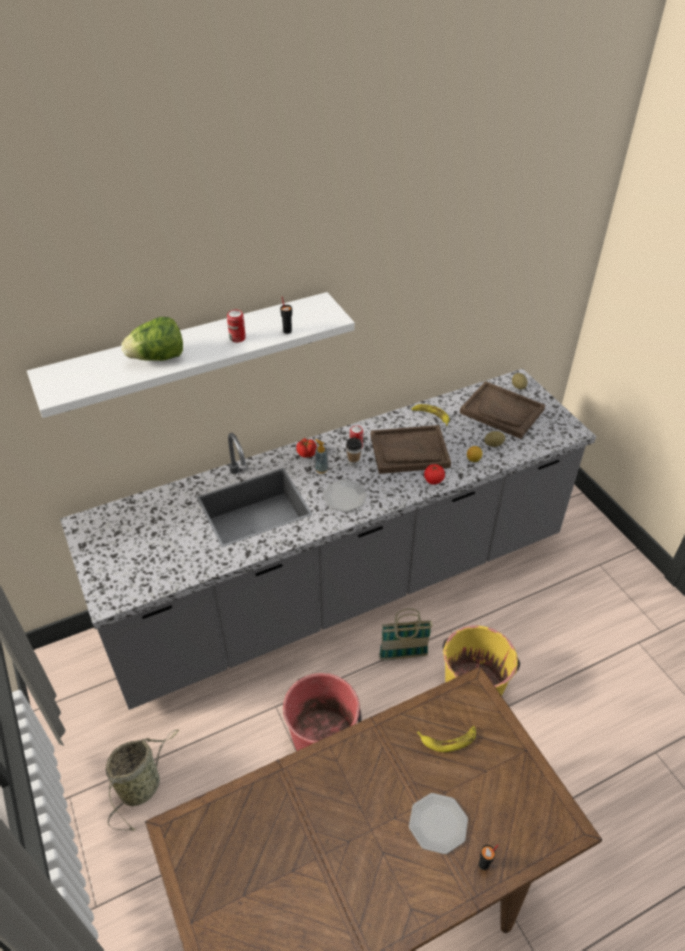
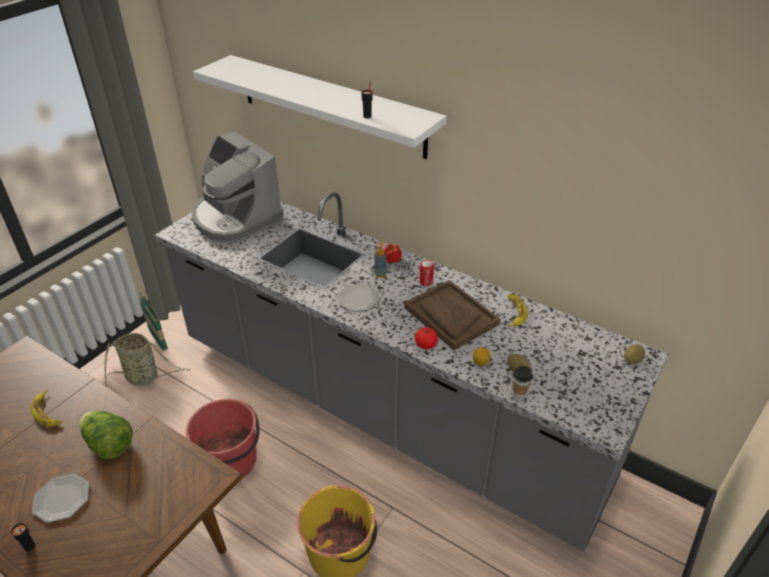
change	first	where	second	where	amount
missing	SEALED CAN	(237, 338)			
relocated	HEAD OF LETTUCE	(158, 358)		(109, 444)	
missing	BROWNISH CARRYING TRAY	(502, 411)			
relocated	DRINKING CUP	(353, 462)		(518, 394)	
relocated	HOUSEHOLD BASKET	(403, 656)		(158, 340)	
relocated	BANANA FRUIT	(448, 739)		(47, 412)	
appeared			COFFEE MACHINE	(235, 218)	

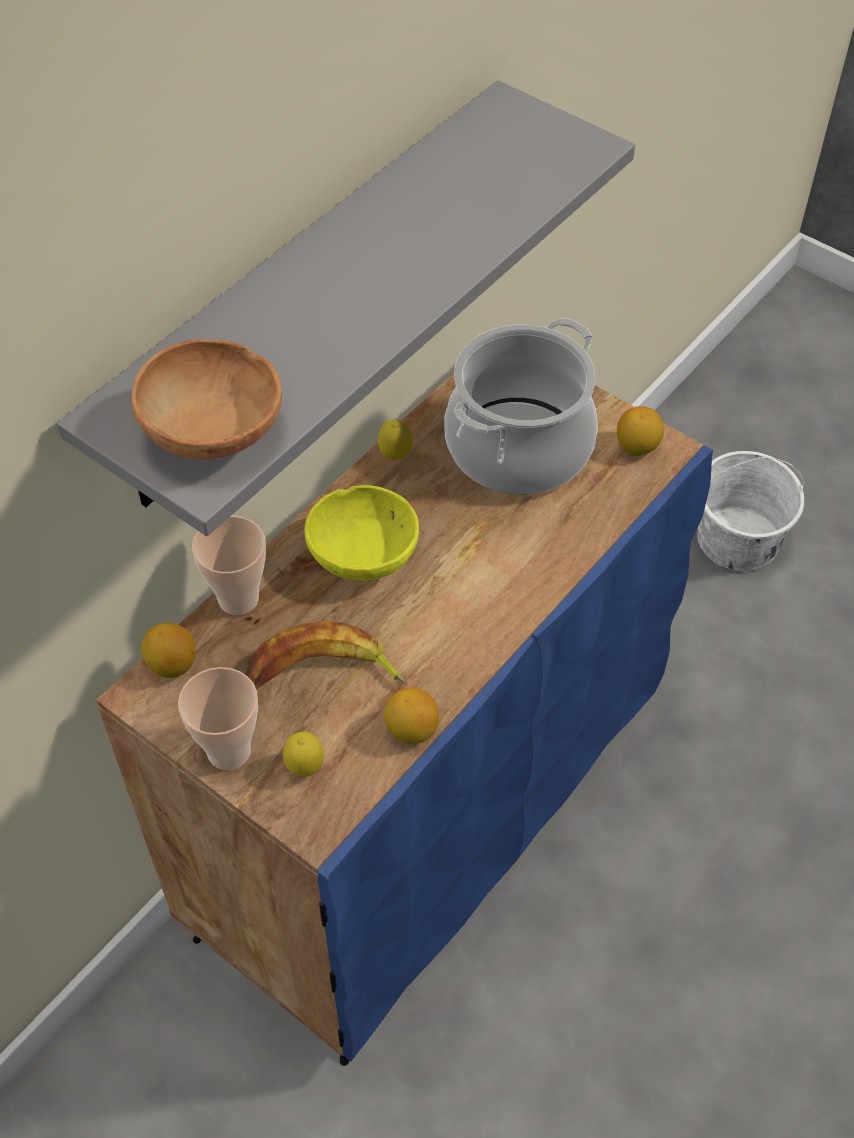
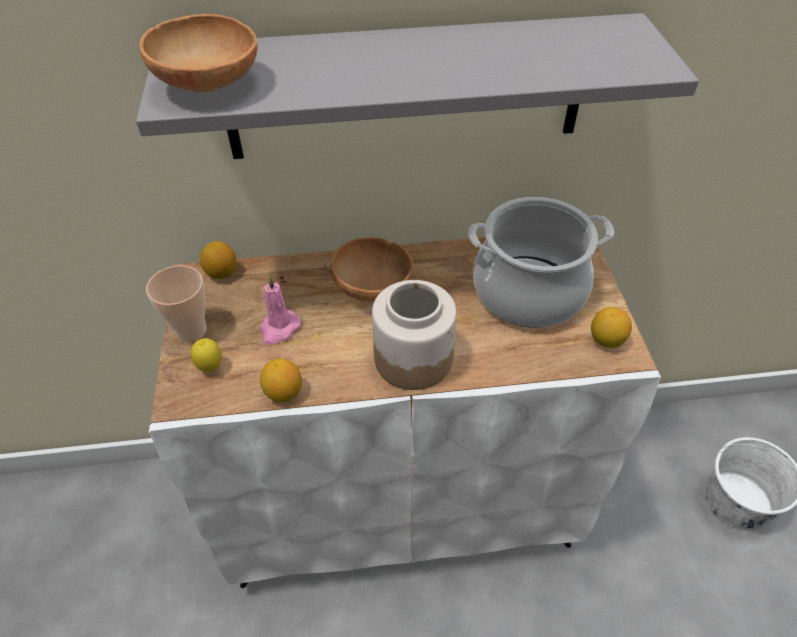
change	first	where	second	where	amount
colour	BLUE CUPBOARD	(426, 817)	WHITISH CUPBOARD	(402, 503)	
missing	LEMON	(395, 456)			
colour	YELLOWISH DEEP DISH	(365, 555)	BROWNISH DEEP DISH	(374, 288)	
missing	DRINKING CUP	(238, 599)			
exchanged	BANANA FRUIT	(322, 673)	PINKISH WAX CANDLE	(279, 329)	
appeared			PRESERVE JAR	(413, 358)	

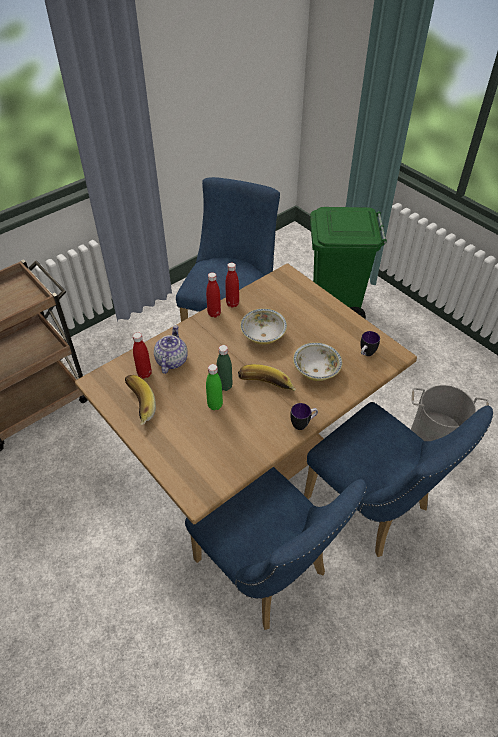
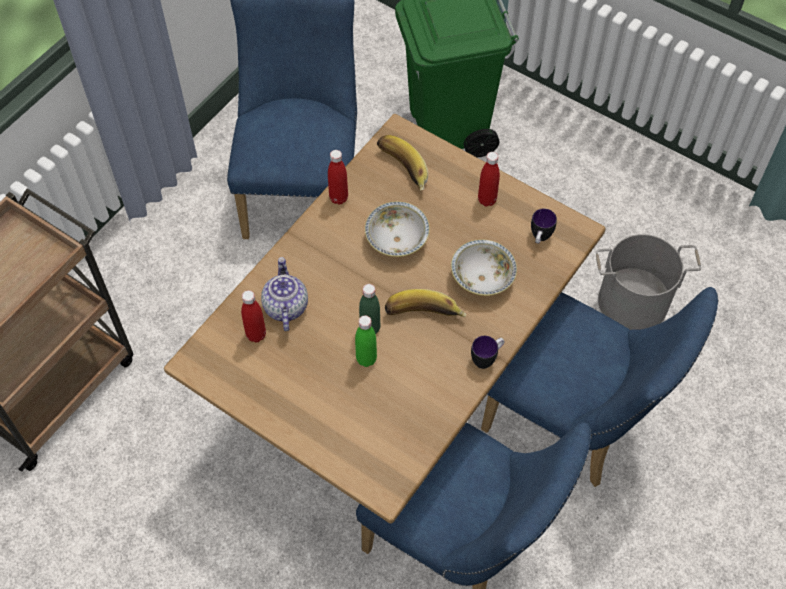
change	first	where	second	where	amount
relocated	RED BOTTLE	(214, 313)		(487, 200)	
relocated	BANANA FRUIT	(137, 405)		(401, 171)	

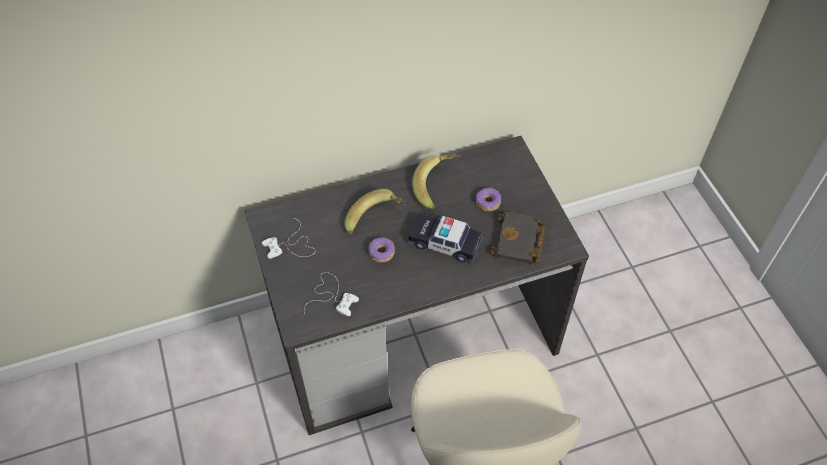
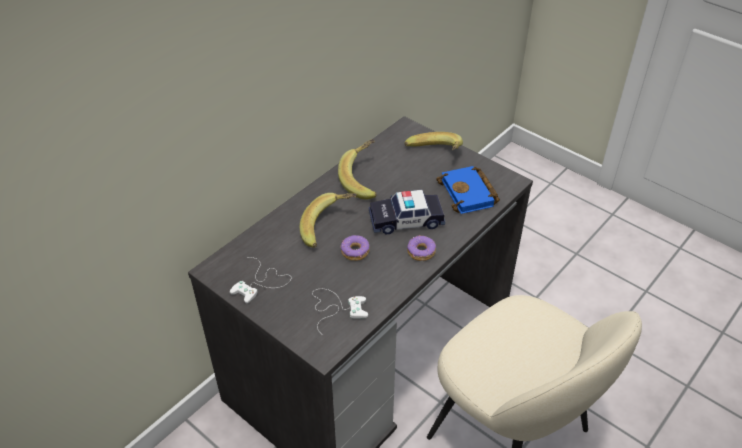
change	first	where	second	where	amount
relocated	RING DOUGHNUT	(487, 202)		(421, 252)	
colour	BLACKISH BOOK	(519, 243)	BLUE BOOK	(469, 194)	
appeared			BANANA FRUIT	(434, 155)	

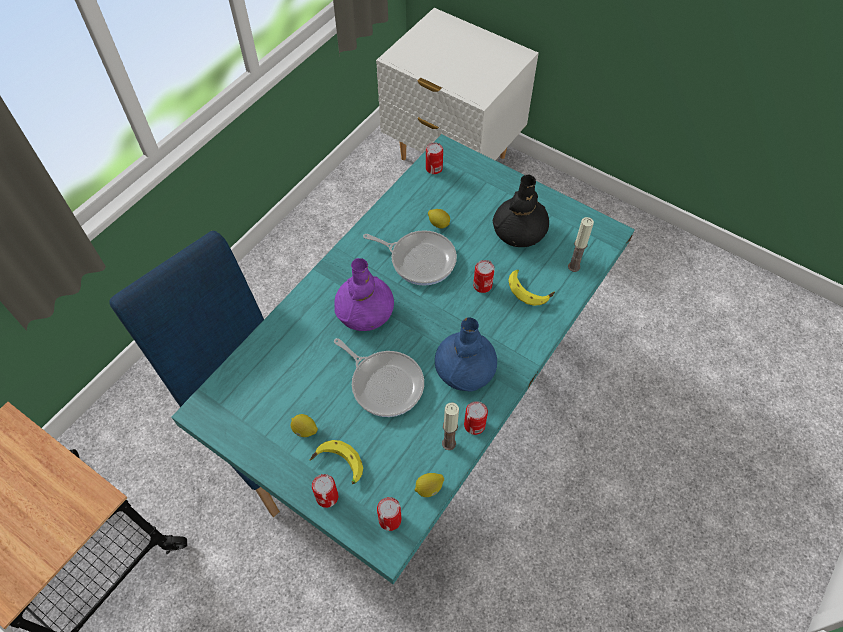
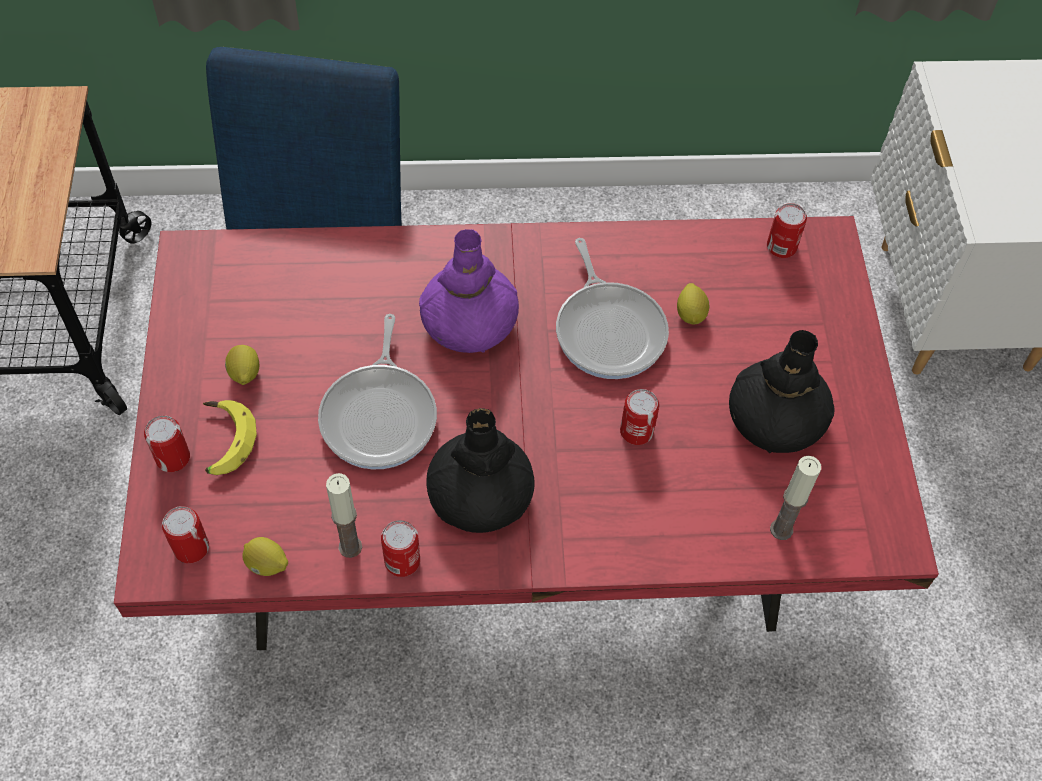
change	first	where	second	where	amount
colour	TURQUOISE KITCHEN TABLE	(421, 402)	RED KITCHEN TABLE	(517, 539)	
missing	BANANA FRUIT	(529, 289)			
colour	BLUE DECORATIVE VASE	(464, 369)	BLACKISH DECORATIVE VASE	(480, 494)	

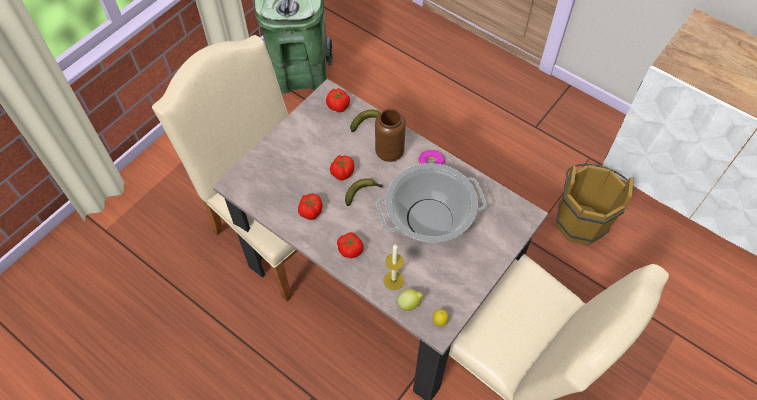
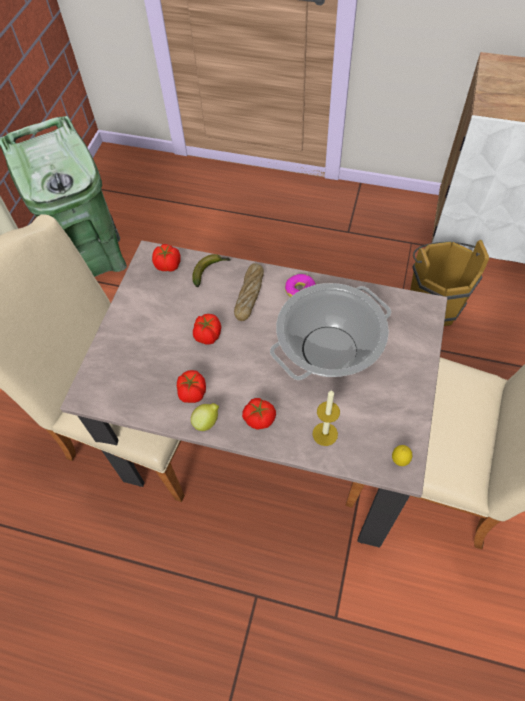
change	first	where	second	where	amount
exchanged	BROWNISH DECORATIVE VASE	(389, 153)	BREAD	(249, 295)	
missing	BANANA FRUIT	(363, 193)			
relocated	LEMON	(409, 304)		(207, 422)	

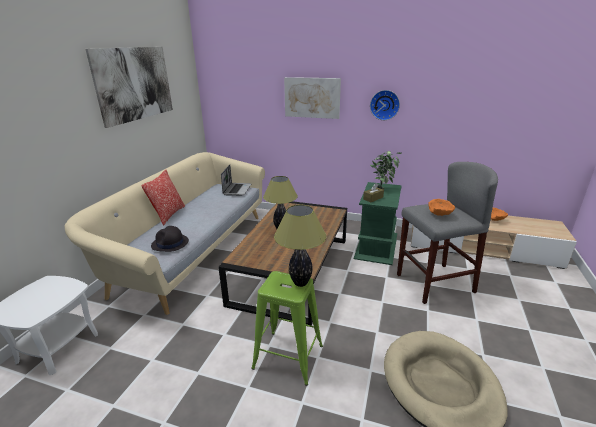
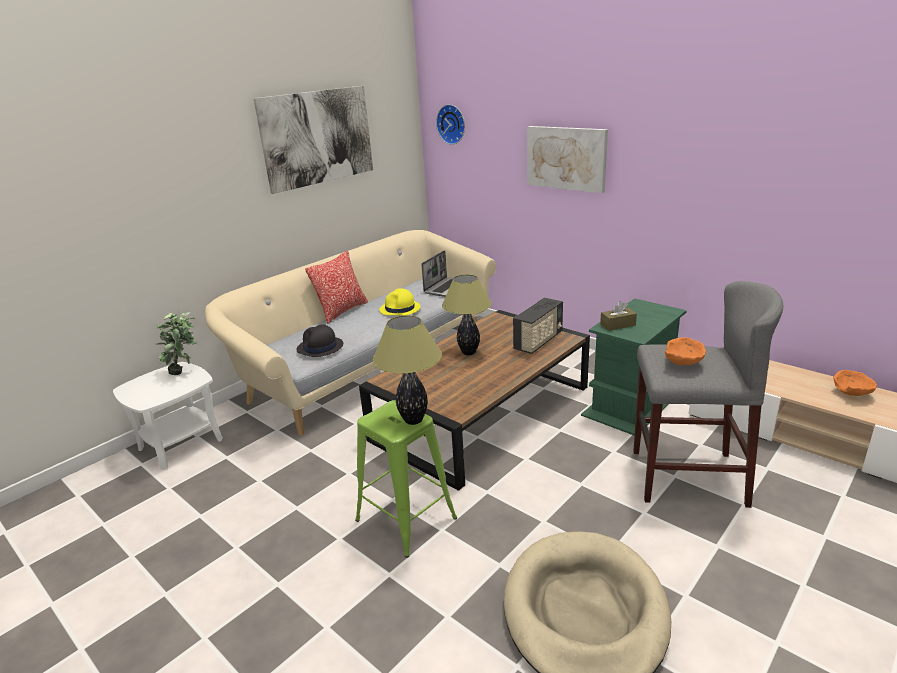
change	first	where	second	where	amount
relocated	HANGING CLOCK	(384, 105)		(452, 124)	
relocated	PLANT IN A POT	(383, 189)		(185, 372)	
appeared			YELLOWISH WEARABLE HAT	(400, 309)	
appeared			RADIO RECEIVER	(538, 341)	

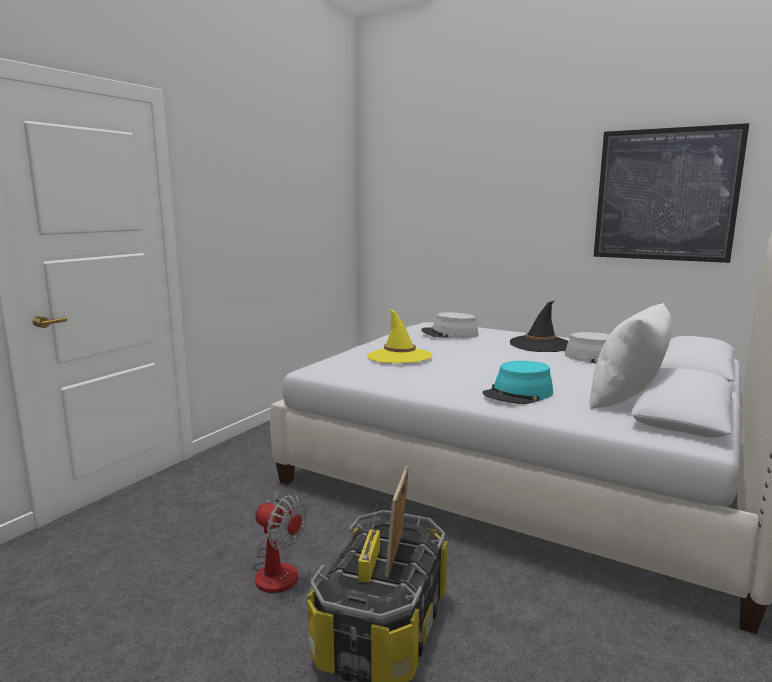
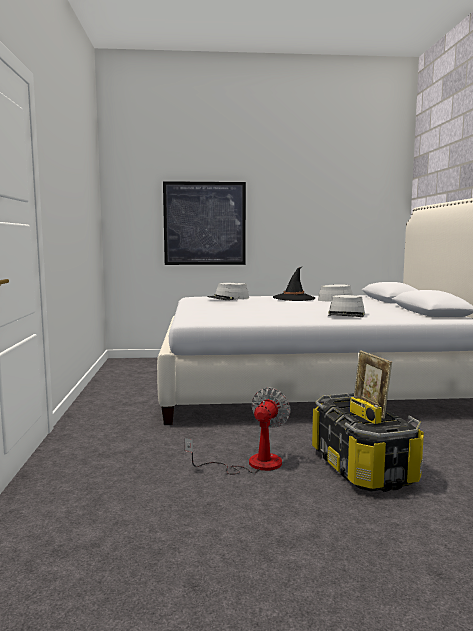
change	first	where	second	where	amount
relocated	WALL ART	(665, 195)		(204, 223)	
missing	WHITISH PILLOW	(627, 400)			
missing	YELLOWISH WEARABLE HAT	(399, 356)			
colour	TURQUOISE WEARABLE HAT	(518, 394)	GREYISH WEARABLE HAT	(346, 315)	
spun	ELECTRIC FAN	(277, 568)		(252, 464)	60 degrees counterclockwise

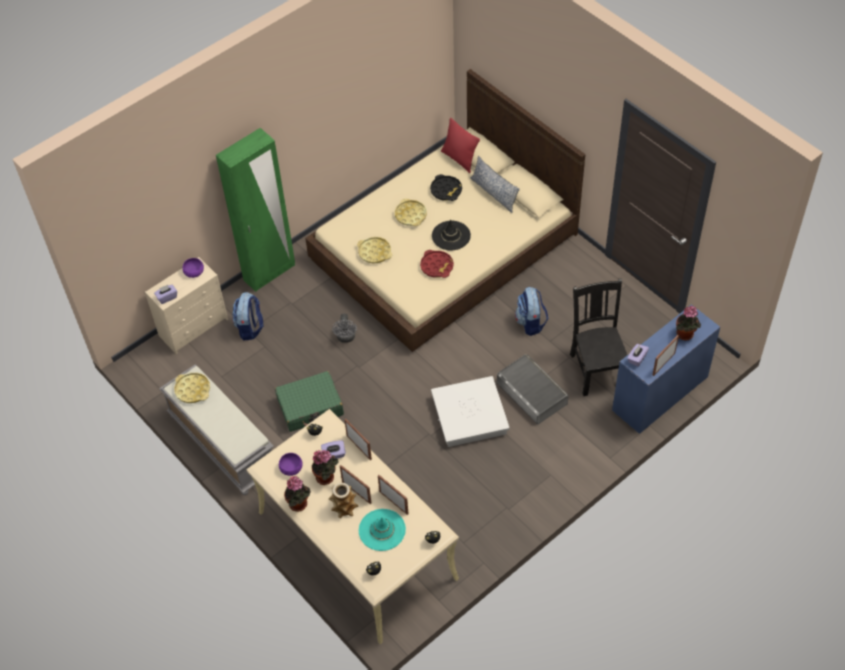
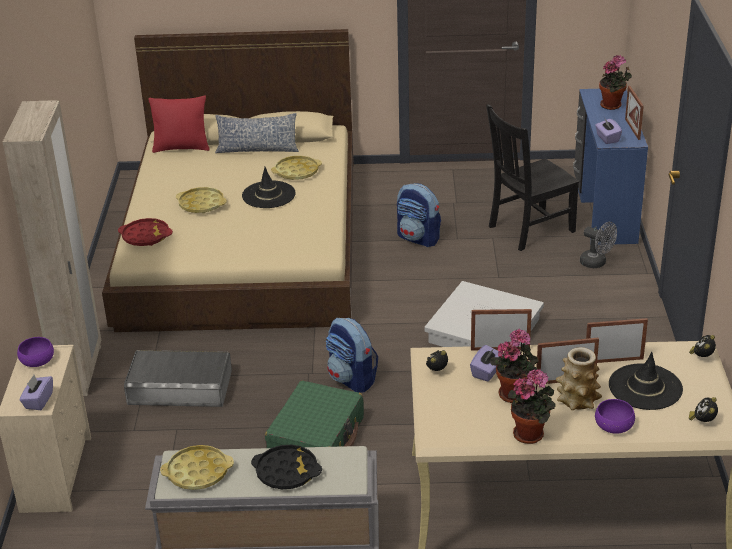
change	first	where	second	where	amount
colour	GREENISH WARDROBE	(269, 273)	BEIGE-COLOURED WARDROBE	(79, 371)	
relocated	BLACKISH CARRYING TRAY	(446, 190)		(287, 472)	
relocated	YELLOWISH CARRYING TRAY	(374, 252)		(296, 172)	
relocated	RED CARRYING TRAY	(437, 266)		(146, 236)	
spun	BLACKISH UPRIGHT CHAIR	(597, 369)		(529, 229)	60 degrees counterclockwise
relocated	RUCKSACK	(250, 328)		(352, 379)	
relocated	GREYISH ELECTRIC FAN	(346, 338)		(597, 263)	
relocated	GREYISH STORAGE CONTAINER	(532, 393)		(180, 387)	
relocated	PURPLE DEEP DISH	(291, 467)		(613, 425)	
colour	TURQUOISE WEARABLE HAT	(382, 530)	BLACKISH WEARABLE HAT	(645, 387)	

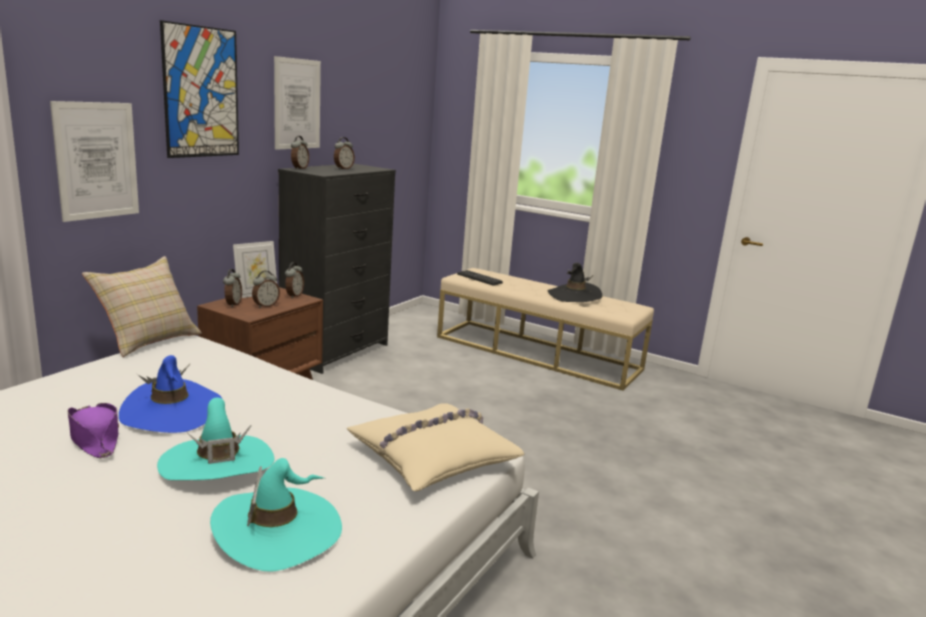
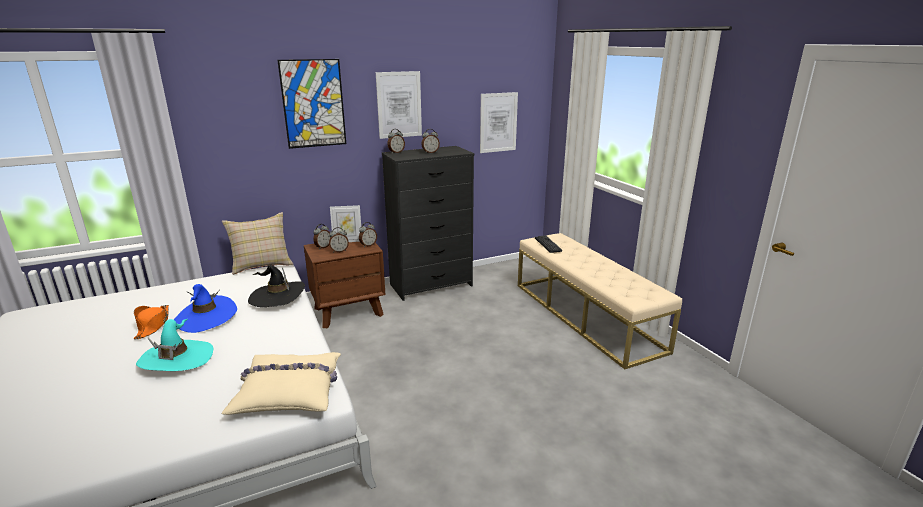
change	first	where	second	where	amount
relocated	WALL ART	(96, 160)		(498, 122)	
relocated	BLACKISH WEARABLE HAT	(574, 296)		(277, 296)	
colour	PURPLE WEARABLE HAT	(94, 438)	ORANGE WEARABLE HAT	(153, 325)	
missing	TURQUOISE WEARABLE HAT	(277, 530)			

